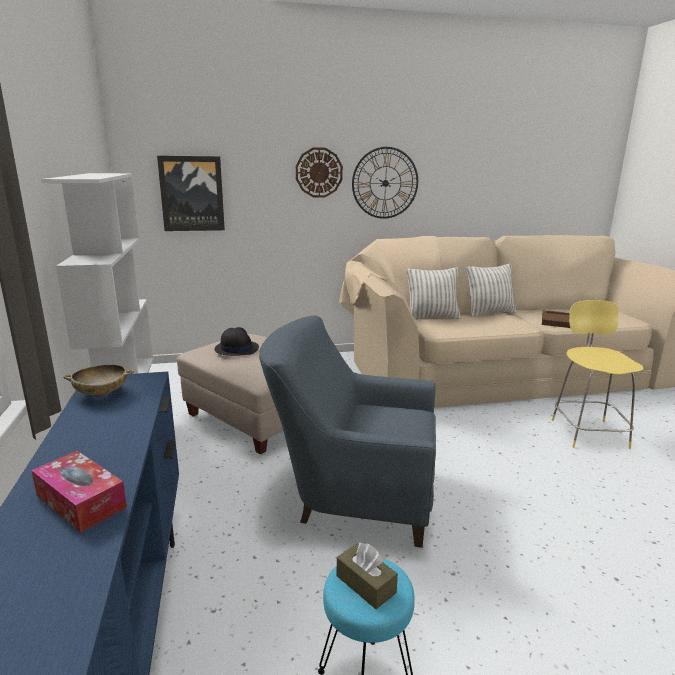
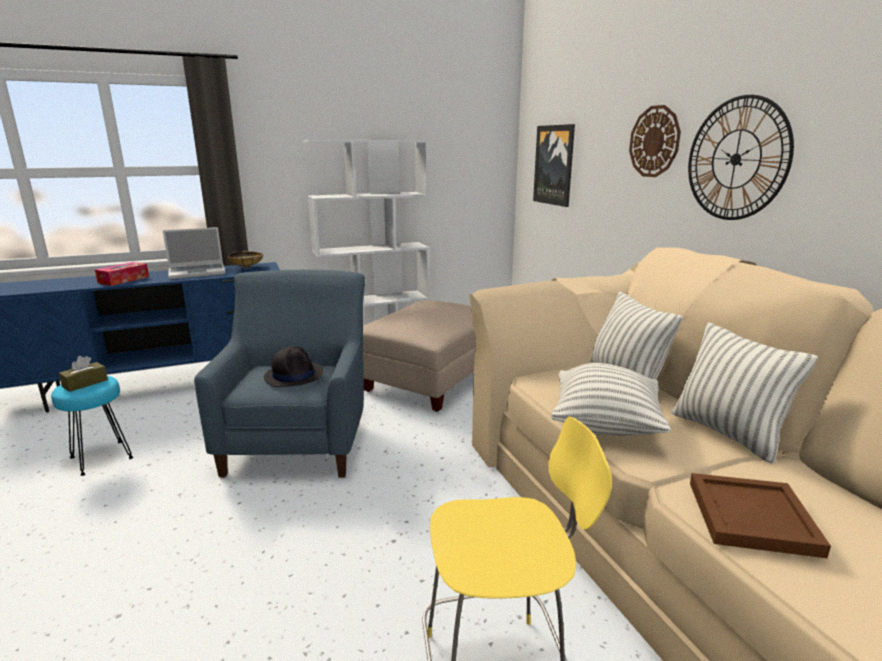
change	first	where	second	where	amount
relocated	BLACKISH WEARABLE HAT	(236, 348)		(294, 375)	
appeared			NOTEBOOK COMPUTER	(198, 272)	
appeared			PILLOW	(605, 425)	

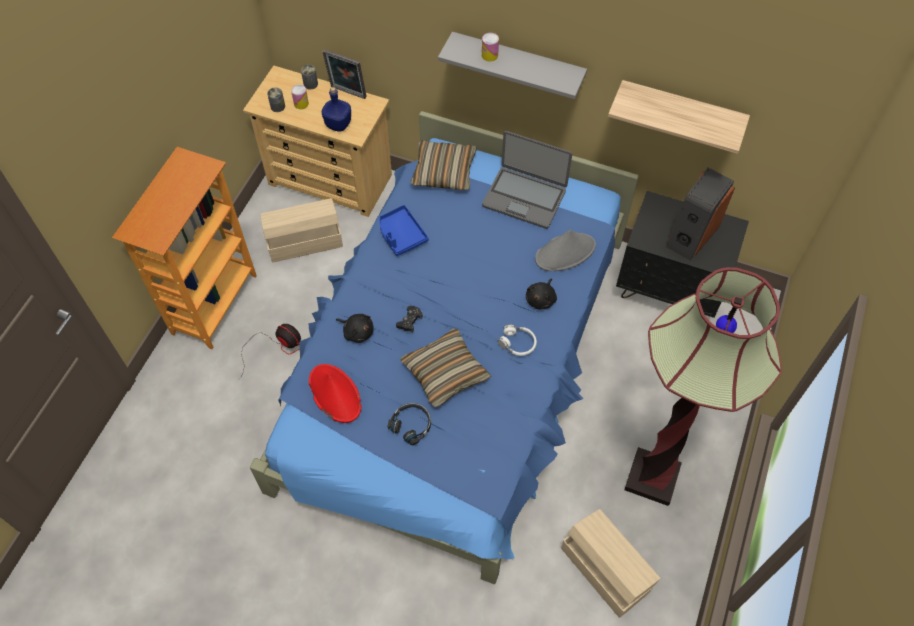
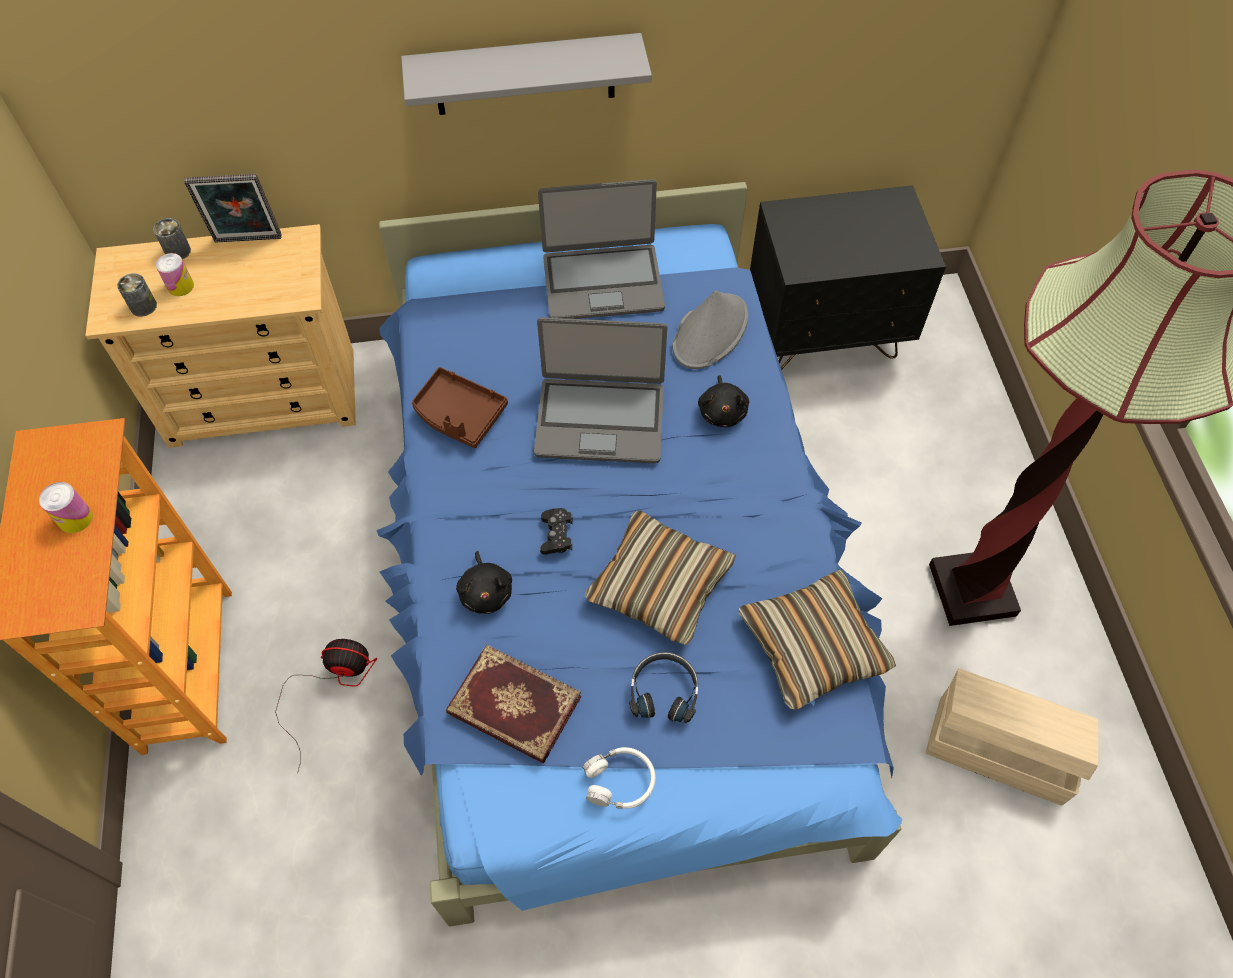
change	first	where	second	where	amount
relocated	SEALED CAN	(489, 55)		(75, 518)	
missing	SHELF	(680, 113)			
missing	BLUE BOTTLE	(339, 124)			
relocated	PILLOW	(443, 171)		(813, 646)	
missing	SPEAKER	(691, 235)			
missing	BEIGE-COLOURED STORAGE CONTAINER	(303, 240)			
colour	BLUE CARRYING TRAY	(401, 235)	BROWNISH CARRYING TRAY	(459, 415)	
spun	BLACKISH CUDDLY TOY	(357, 332)		(486, 592)	75 degrees clockwise
relocated	WHITISH HEADSET	(517, 343)		(619, 781)	
exchanged	RED WEARABLE HAT	(334, 393)	BOOK	(513, 707)	
appeared			NOTEBOOK COMPUTER	(600, 419)	

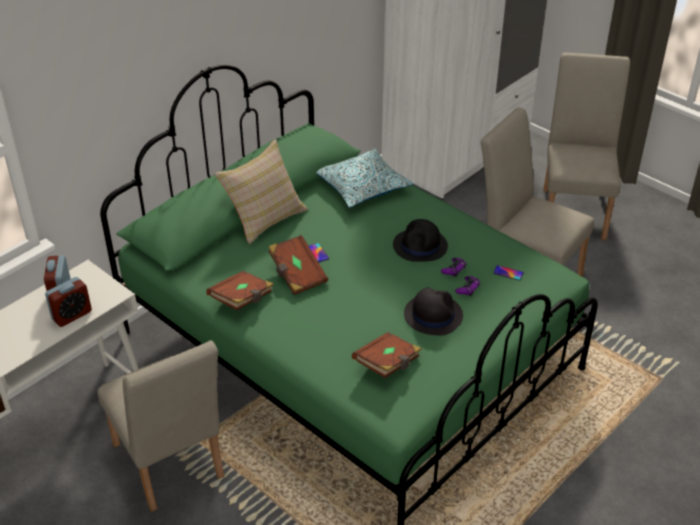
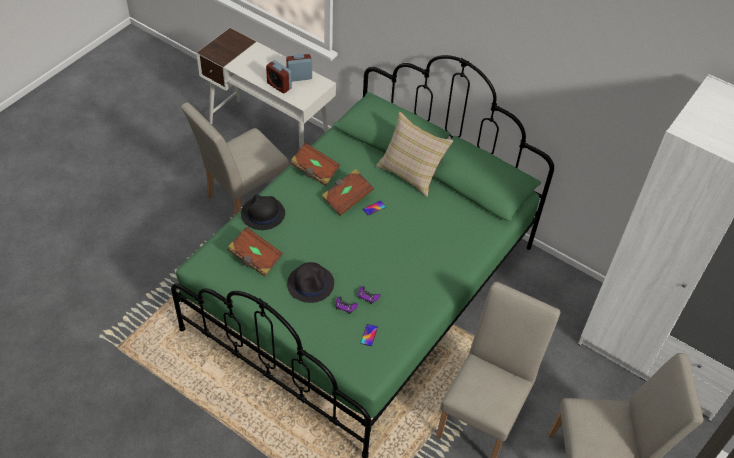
change	first	where	second	where	amount
missing	PILLOW	(362, 187)			
relocated	BLACKISH WEARABLE HAT	(420, 246)		(262, 214)	

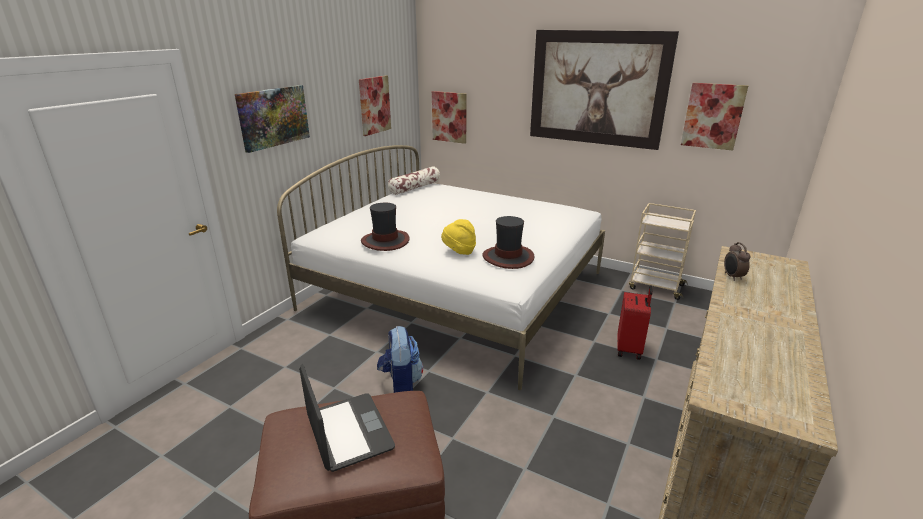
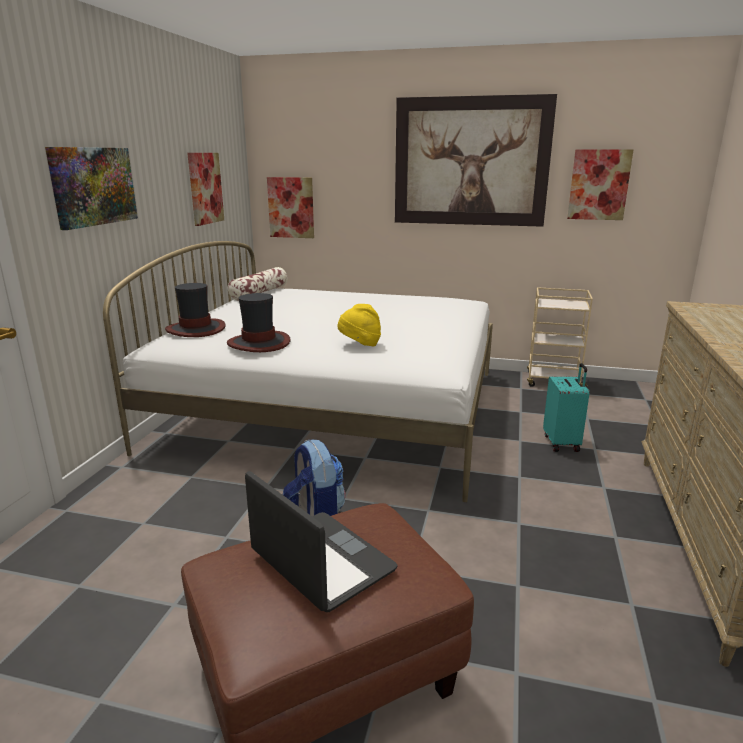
change	first	where	second	where	amount
relocated	WEARABLE HAT	(508, 257)		(196, 329)	
missing	ALARM CLOCK	(732, 277)			
colour	RED PIECE OF LUGGAGE	(630, 349)	TURQUOISE PIECE OF LUGGAGE	(562, 443)	

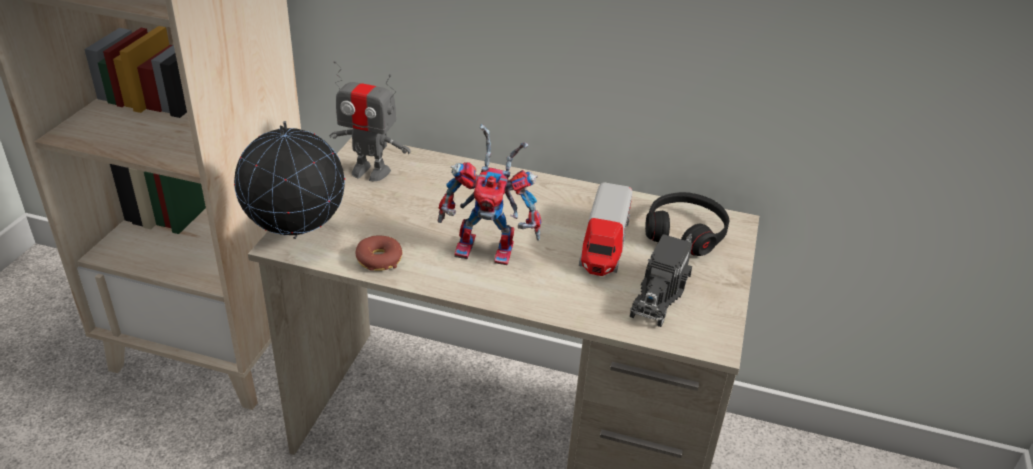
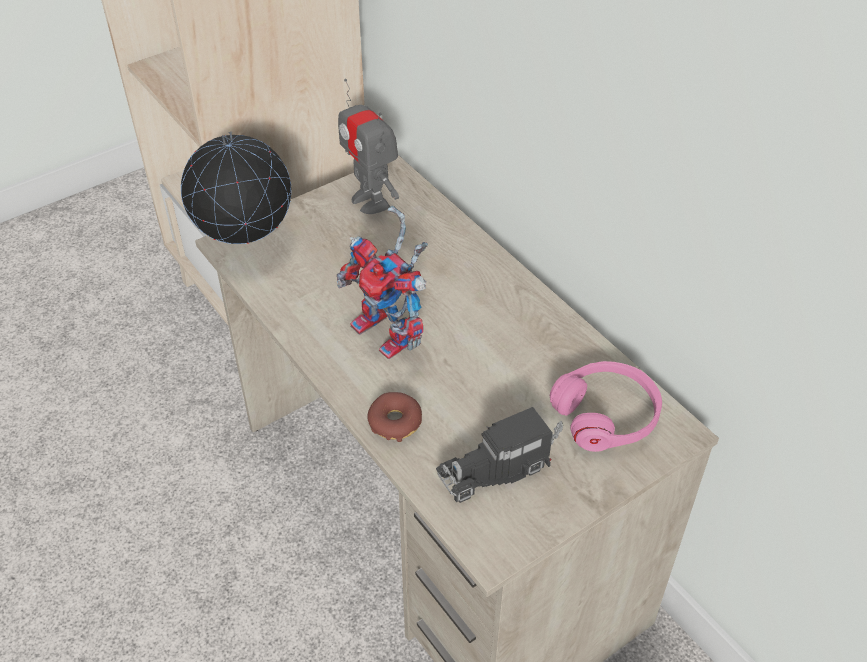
change	first	where	second	where	amount
missing	MODEL TRUCK	(604, 245)			
colour	BLACKISH HEADSET	(685, 232)	PINKISH HEADSET	(606, 415)	
relocated	RING DOUGHNUT	(379, 259)		(395, 422)	

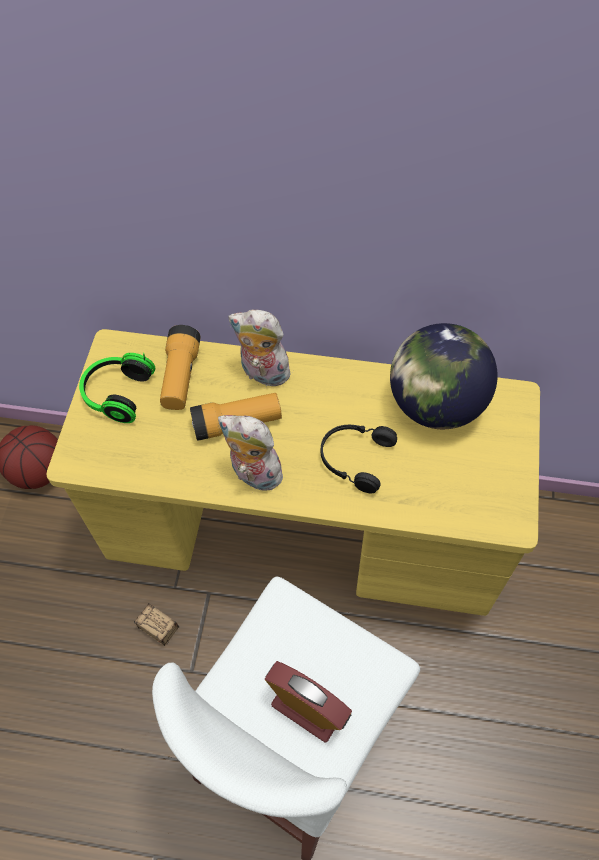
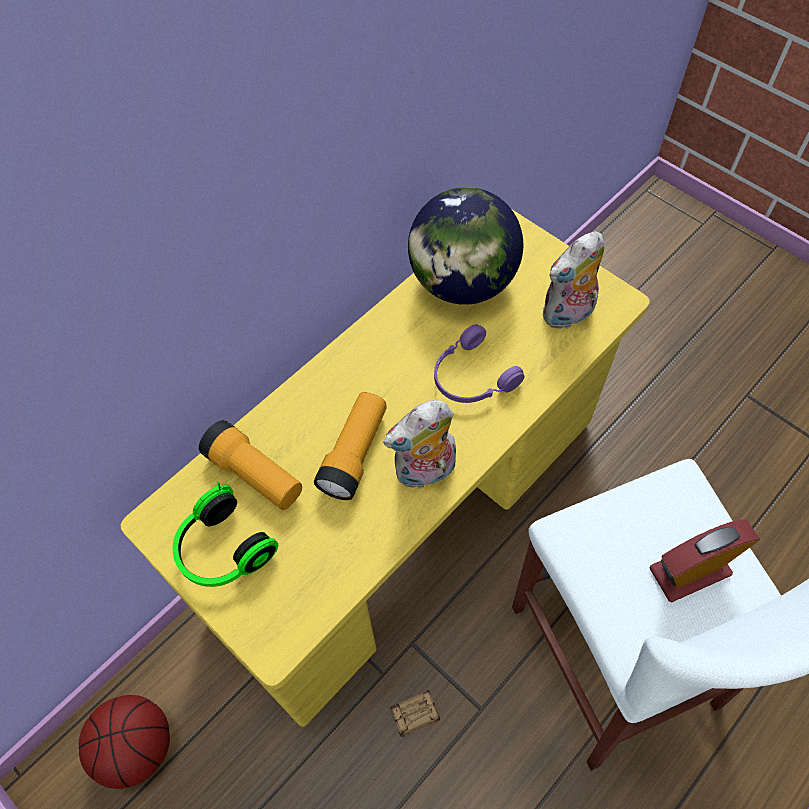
change	first	where	second	where	amount
relocated	CUDDLY TOY	(262, 374)		(568, 315)	
colour	BLACKISH HEADSET	(354, 458)	PURPLE HEADSET	(471, 377)	

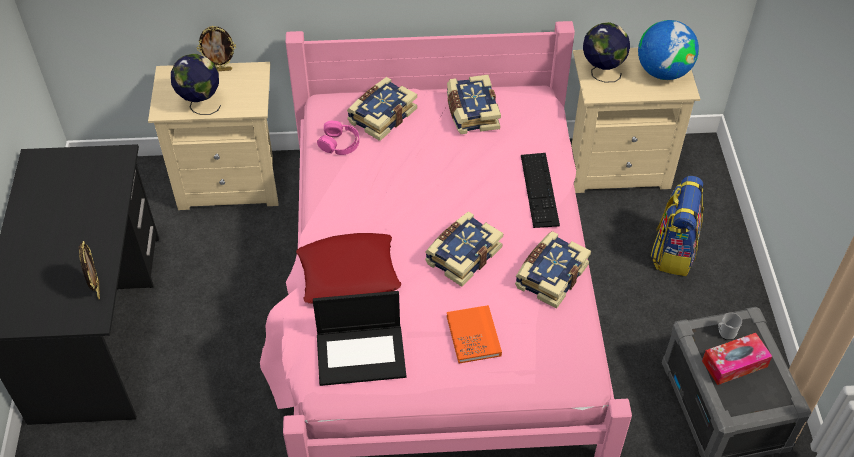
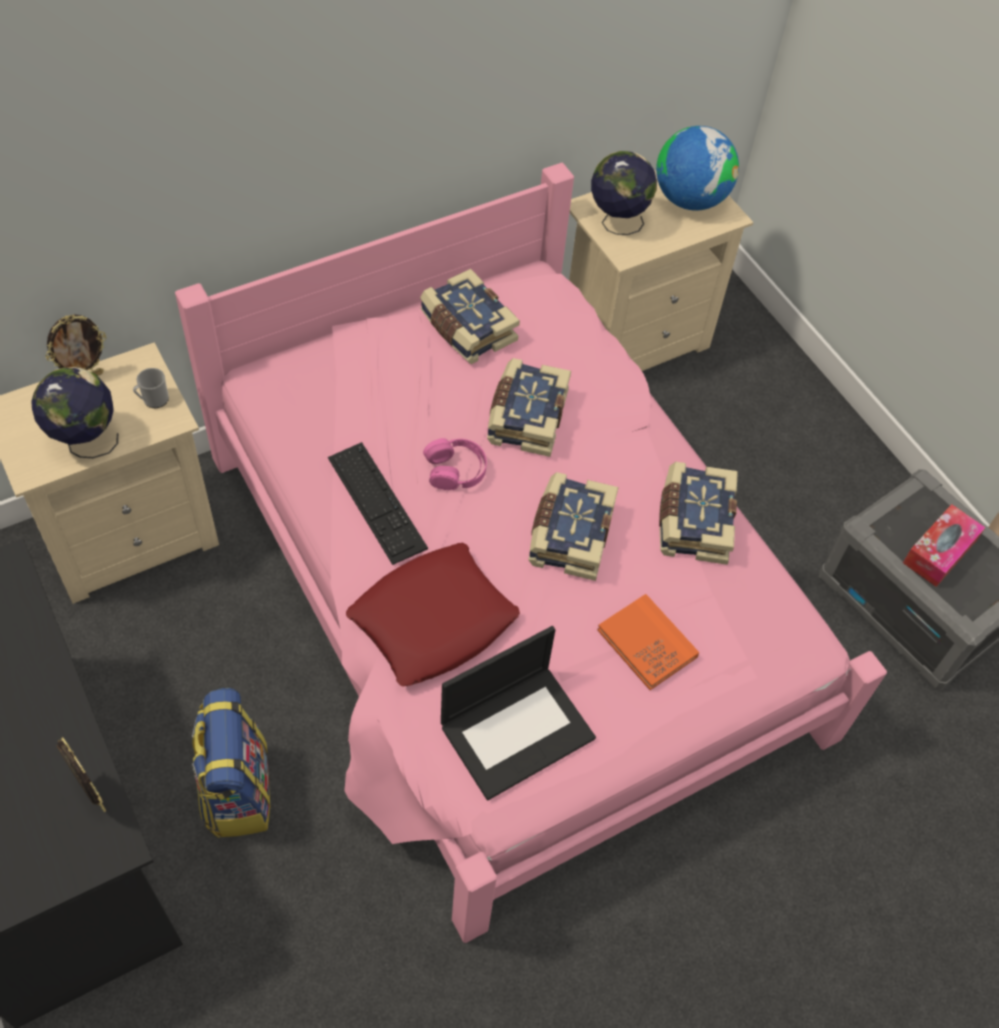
change	first	where	second	where	amount
relocated	BOOK	(381, 115)		(525, 417)	
relocated	PINKISH HEADSET	(339, 143)		(455, 469)	
relocated	PC KEYBOARD	(539, 190)		(376, 502)	
relocated	RUCKSACK	(673, 251)		(237, 790)	
relocated	COFFEE MUG	(725, 333)		(153, 400)	

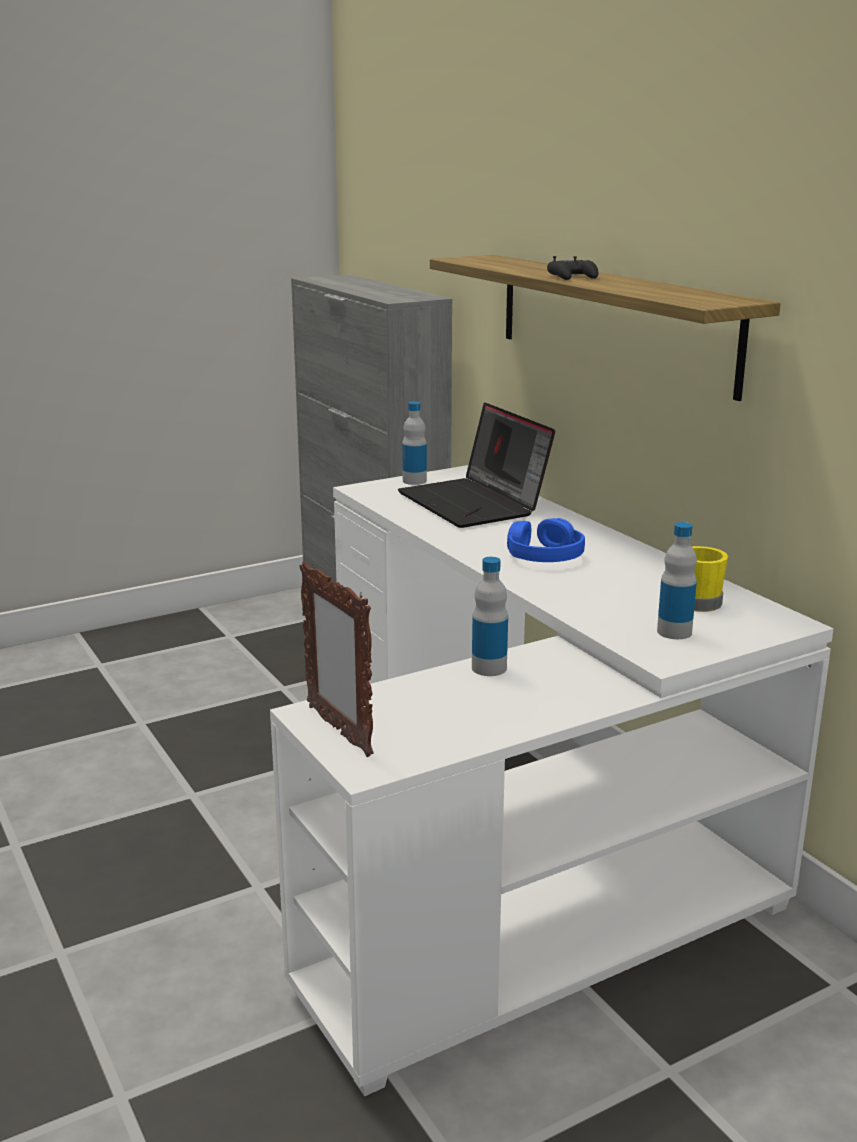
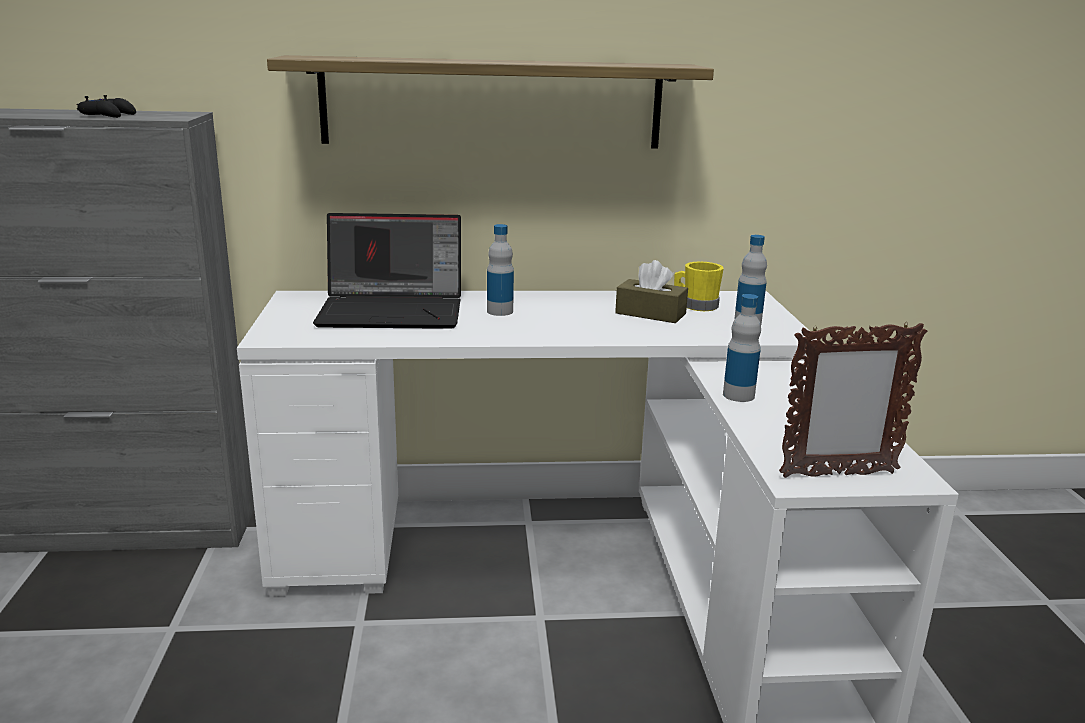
change	first	where	second	where	amount
relocated	BLACKISH GAMEPAD	(572, 277)		(108, 115)	
relocated	BOTTLE	(414, 481)		(500, 311)	
missing	BLUE HEADSET	(544, 556)			
appeared			BROWNISH TISSUE HOLDER	(650, 313)	

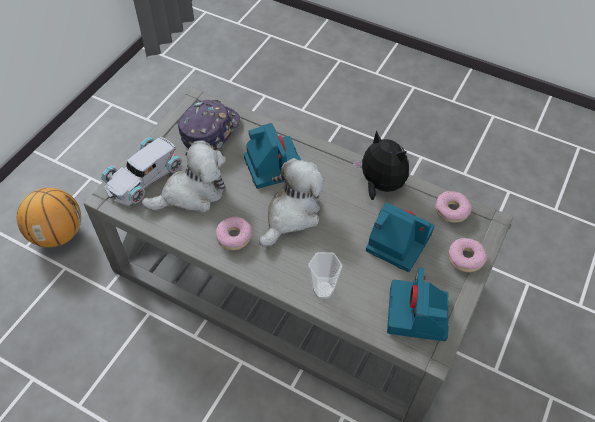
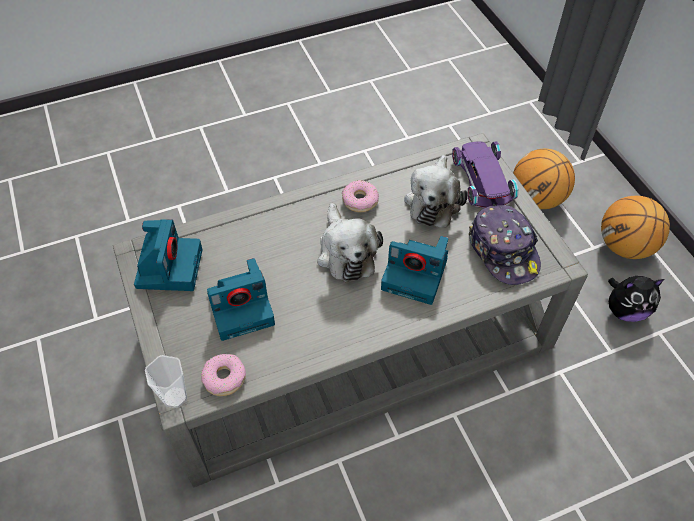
change	first	where	second	where	amount
relocated	CUDDLY TOY	(380, 185)		(625, 310)	
colour	WHITISH TOY CAR	(142, 175)	PURPLE TOY CAR	(483, 178)	
missing	RING DOUGHNUT	(465, 258)			
relocated	DRINKING CUP	(323, 290)		(175, 397)	
spun	PHOTO CAMERA	(418, 315)		(169, 267)	45 degrees clockwise
appeared			BASKETBALL BALL	(625, 246)	

